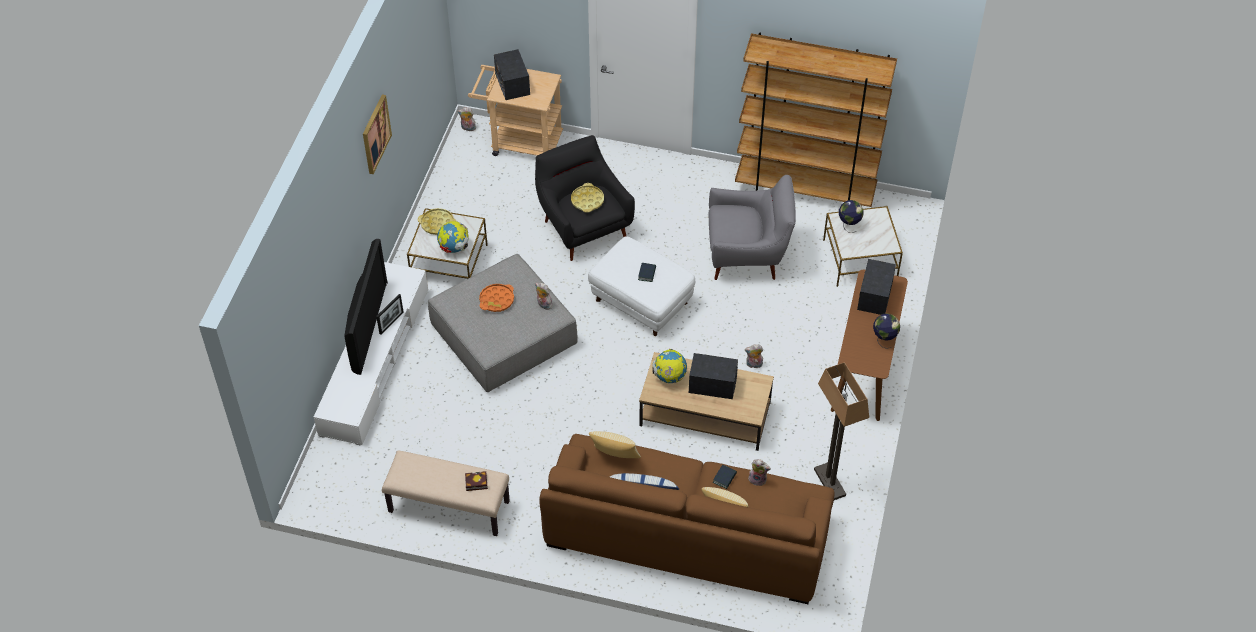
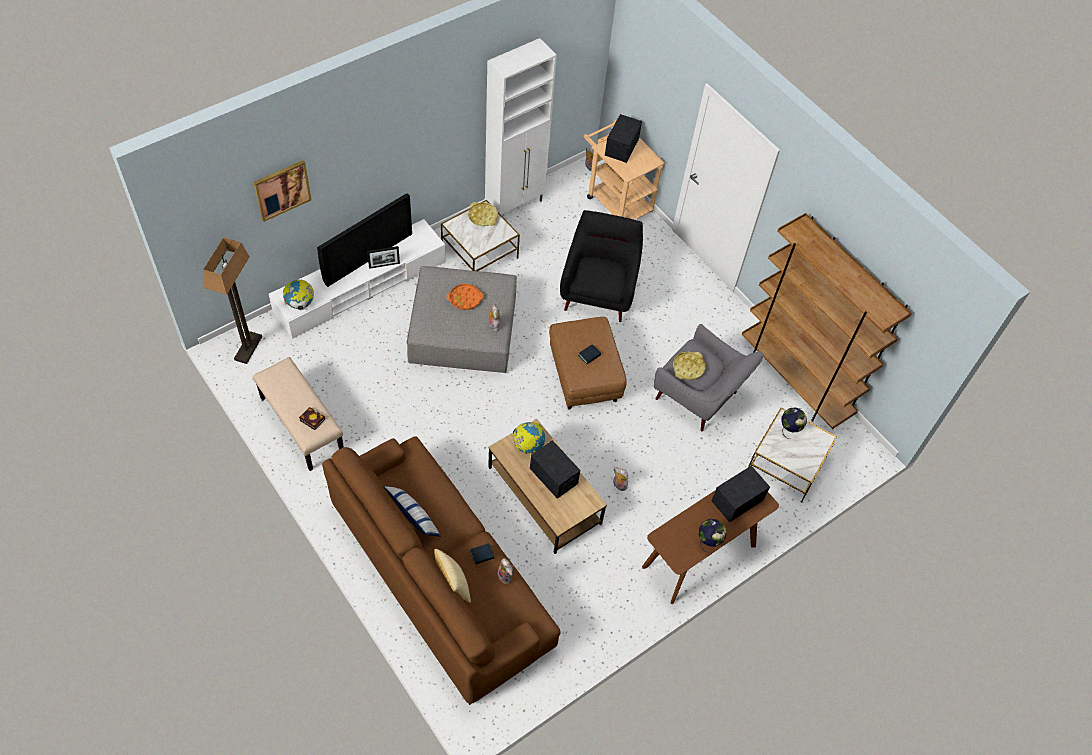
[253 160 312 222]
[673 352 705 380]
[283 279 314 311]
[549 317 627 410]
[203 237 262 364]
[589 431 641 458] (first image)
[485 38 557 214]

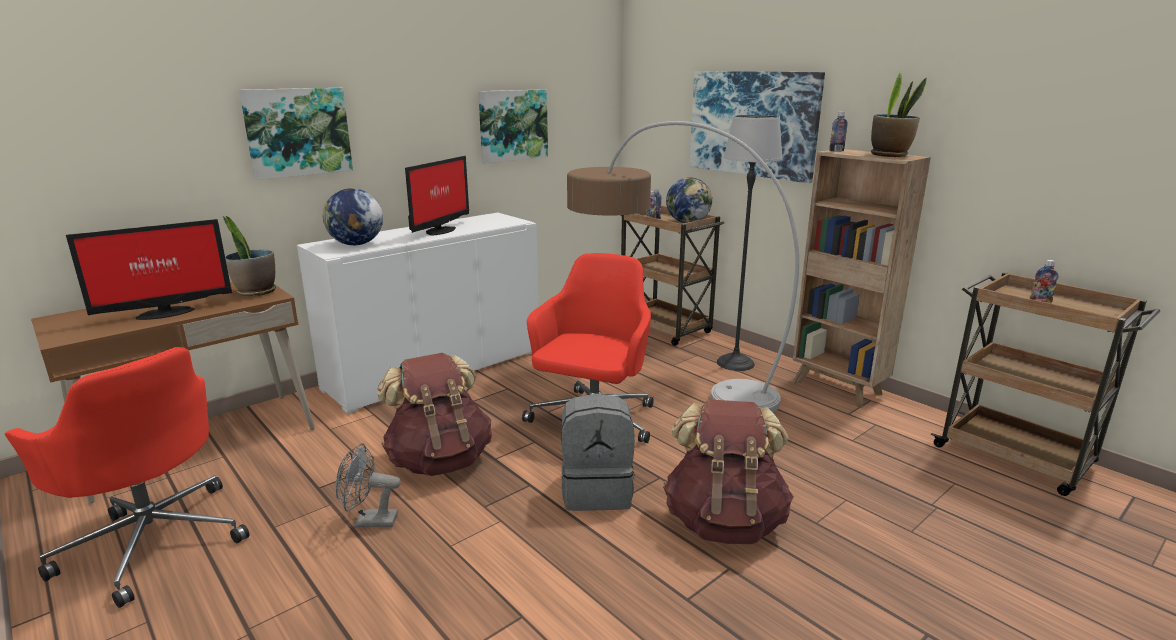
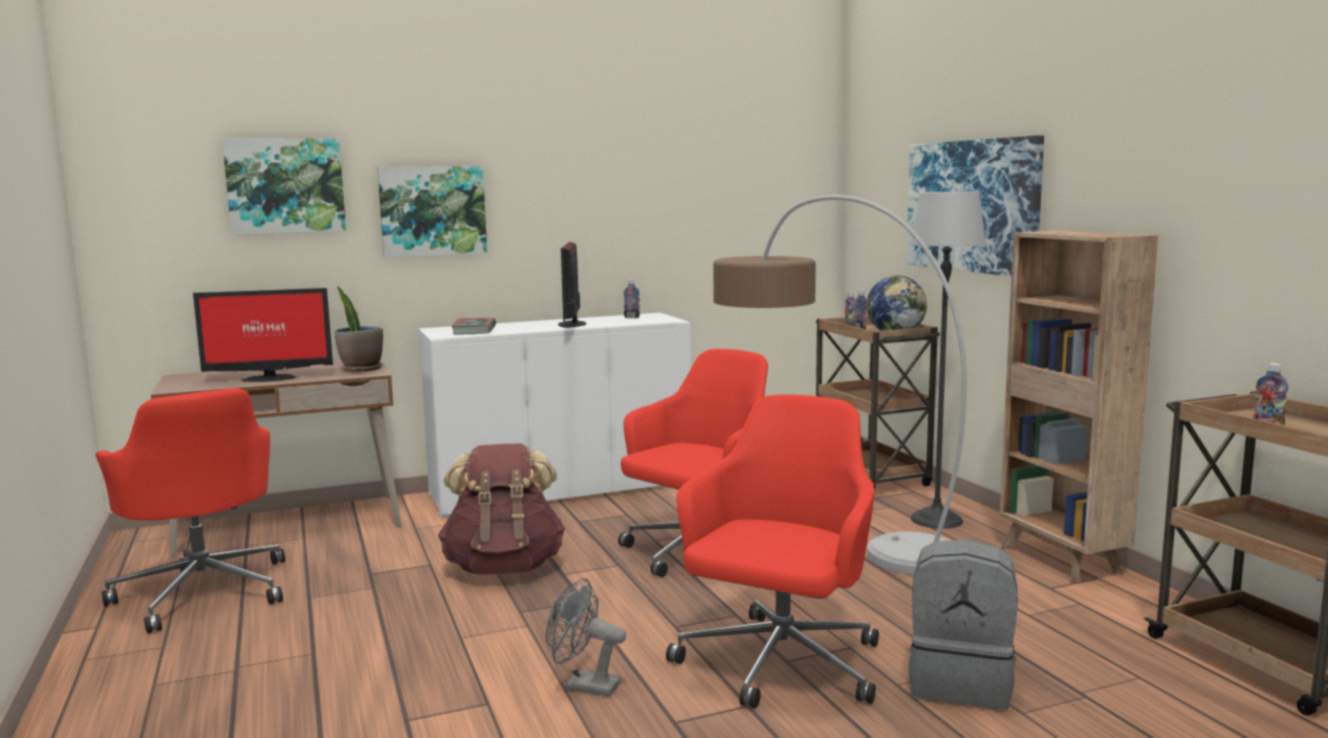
[871 72 927 157] (first image)
[222 138 346 235]
[623 280 640 318]
[558 242 587 328]
[451 318 496 334]
[908 540 1018 709]
[666 394 879 708]
[546 578 626 697]

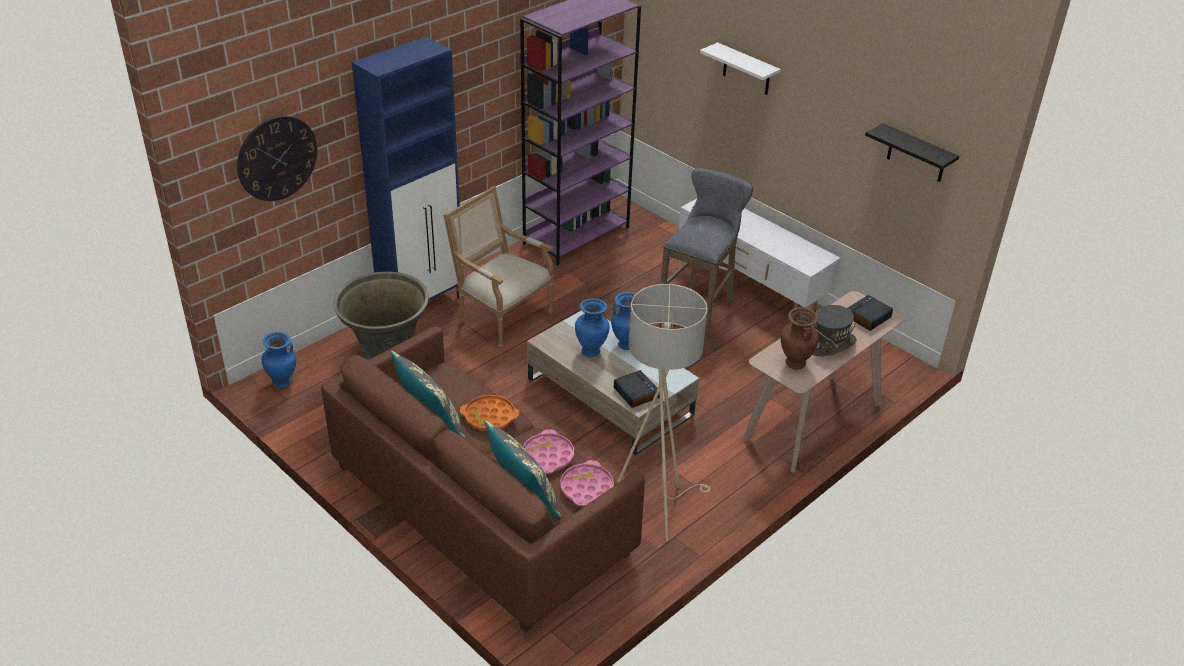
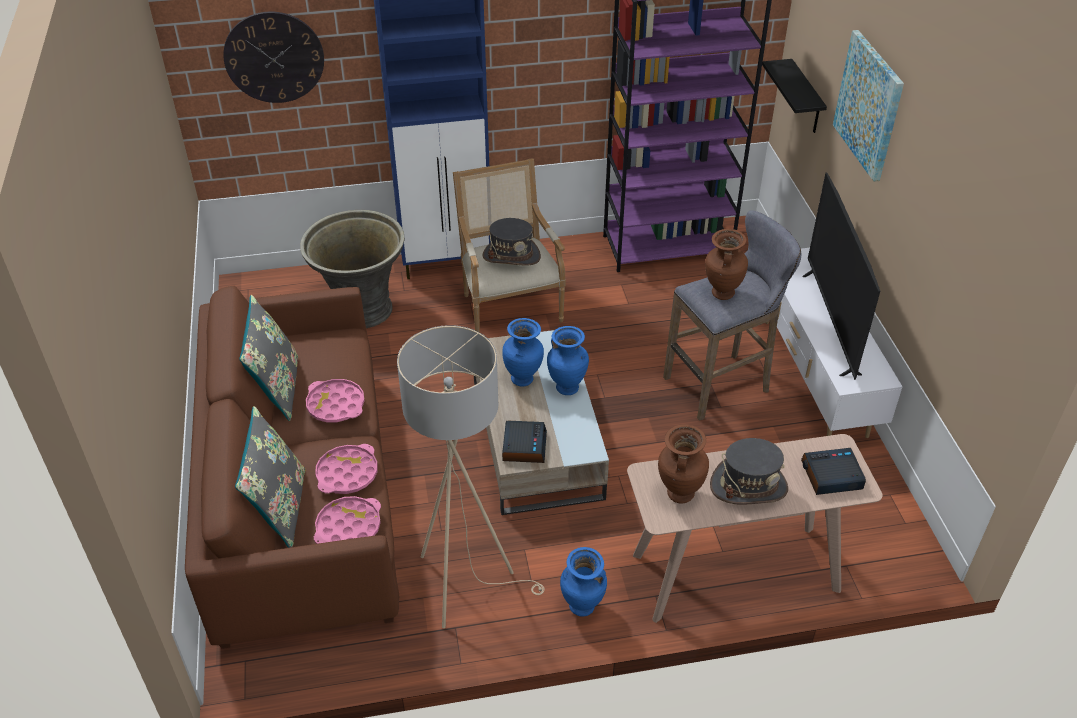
[833 30 904 182]
[762 59 827 133]
[560 547 607 617]
[306 379 364 422]
[802 173 880 380]
[482 218 541 266]
[705 229 748 300]

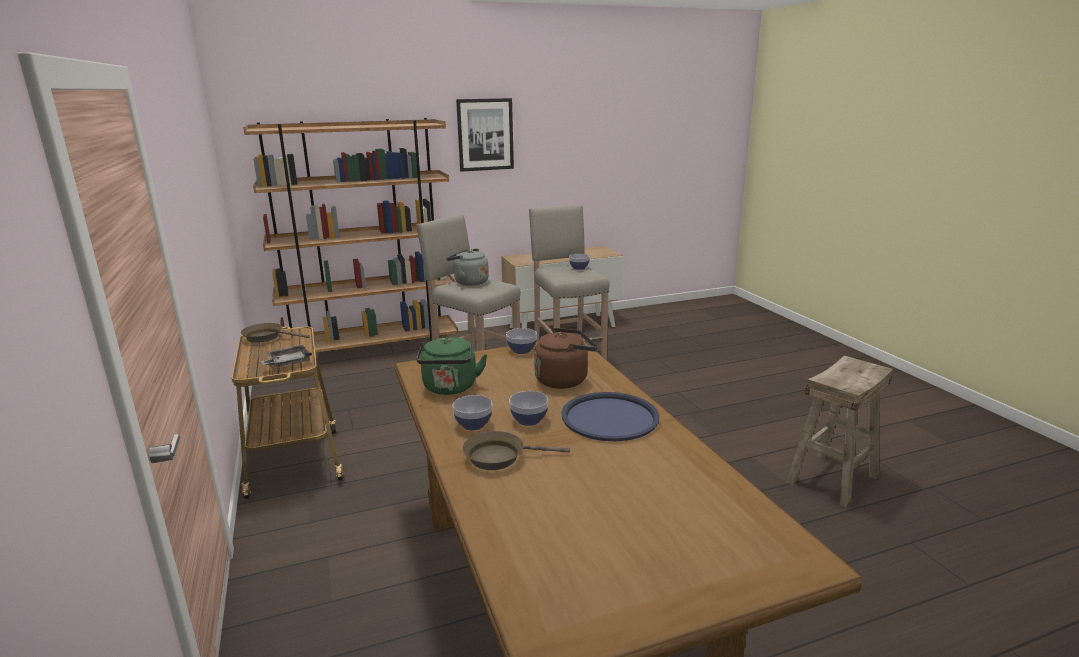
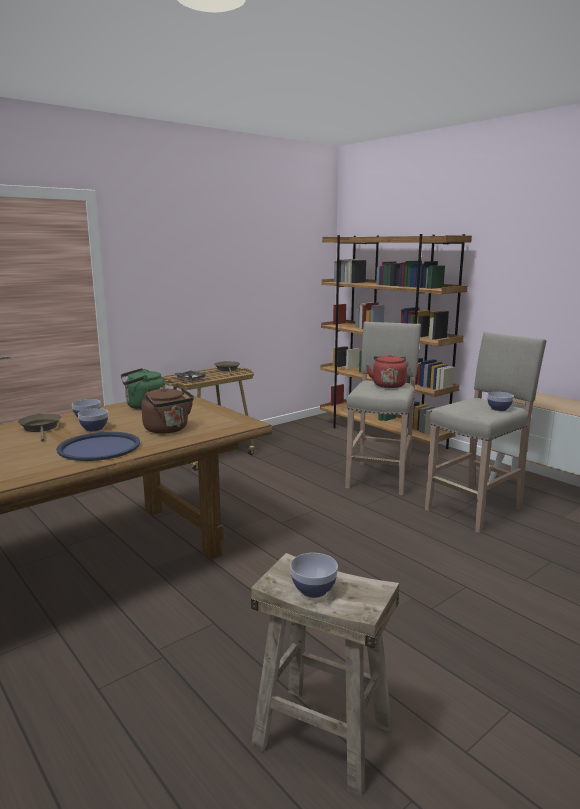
[456 98 514 172] (first image)
[366 354 407 388]
[290 553 338 598]

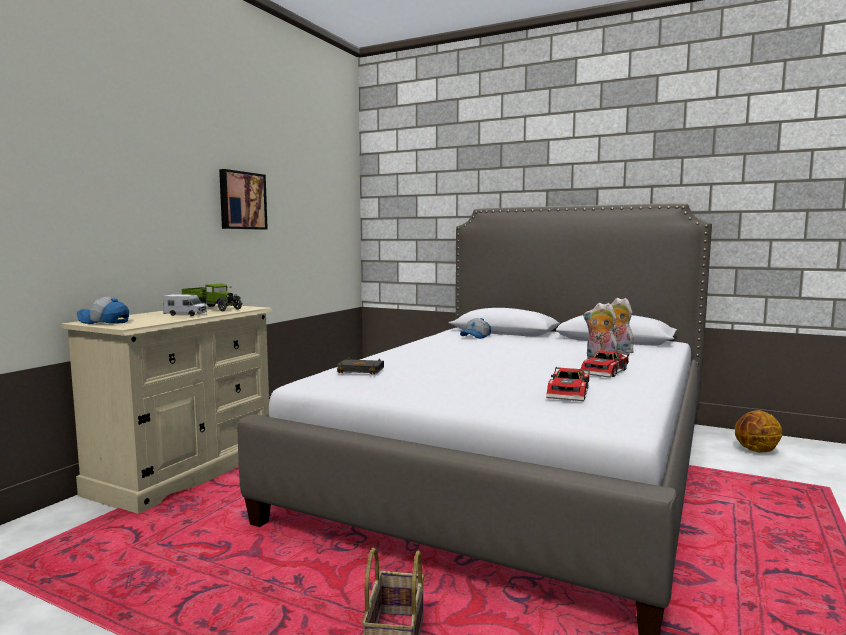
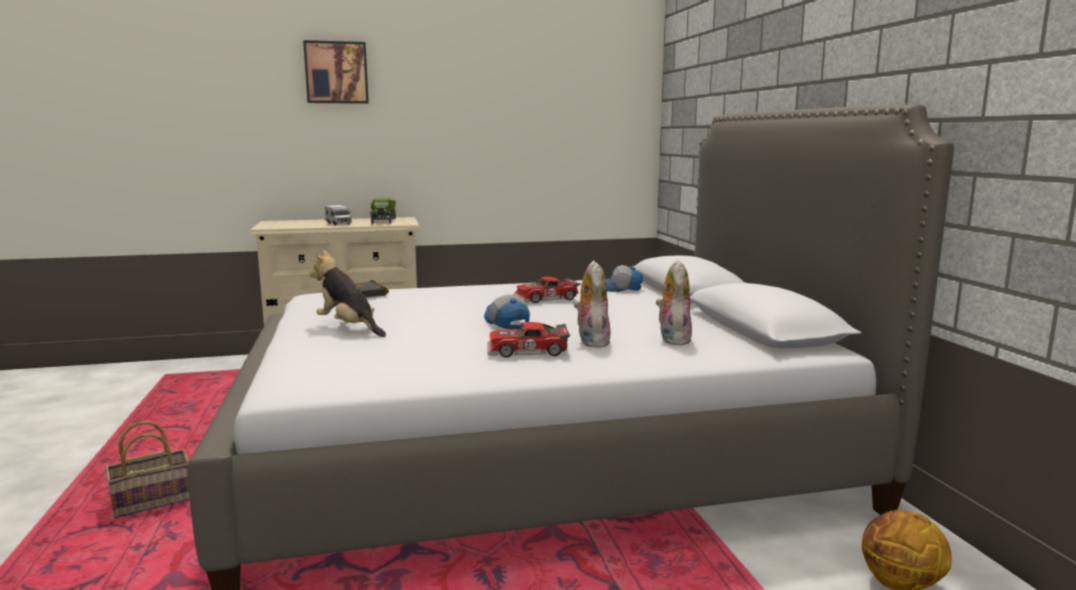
[303 40 369 104]
[484 295 530 329]
[513 277 581 303]
[309 250 386 337]

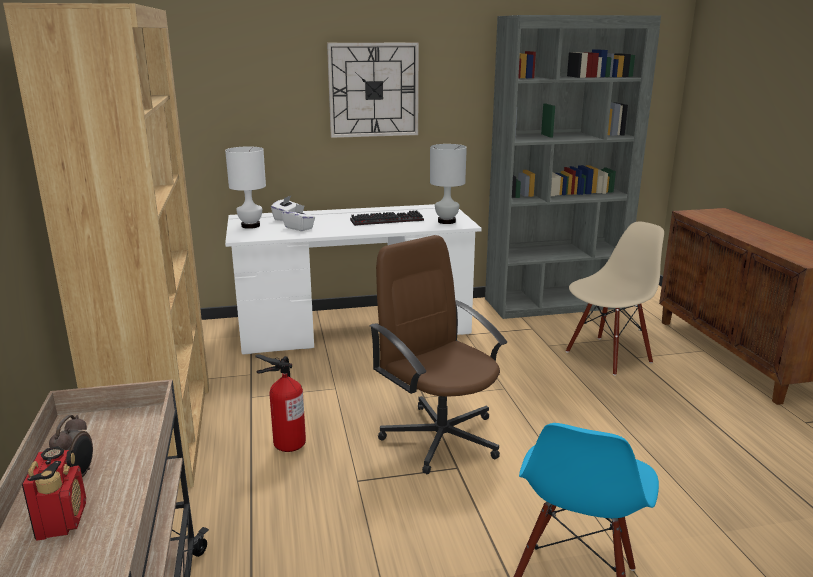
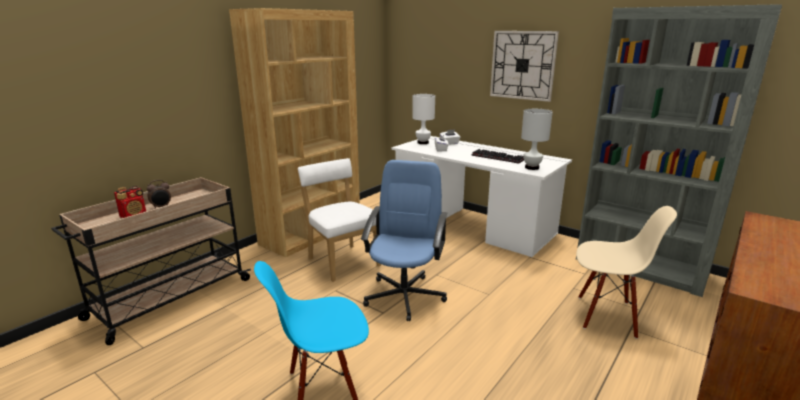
[361 160 448 321]
[297 158 381 282]

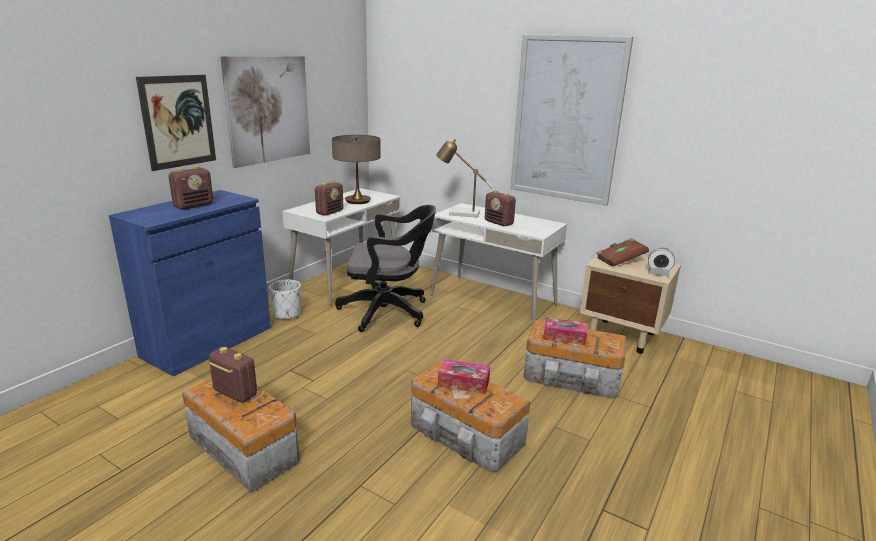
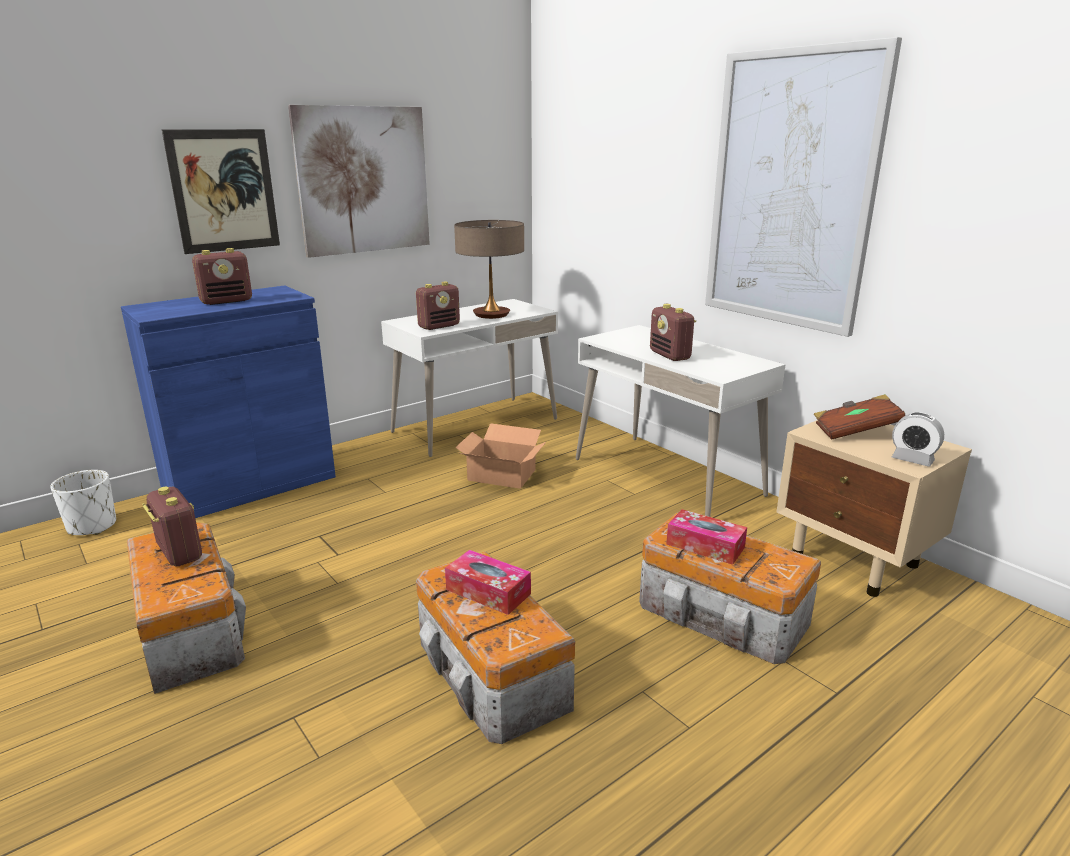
[436 139 493 218] (first image)
[455 423 546 489]
[50 470 116 535]

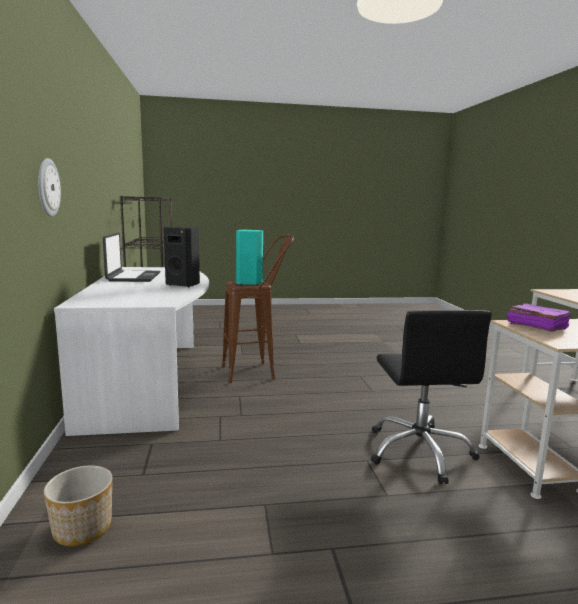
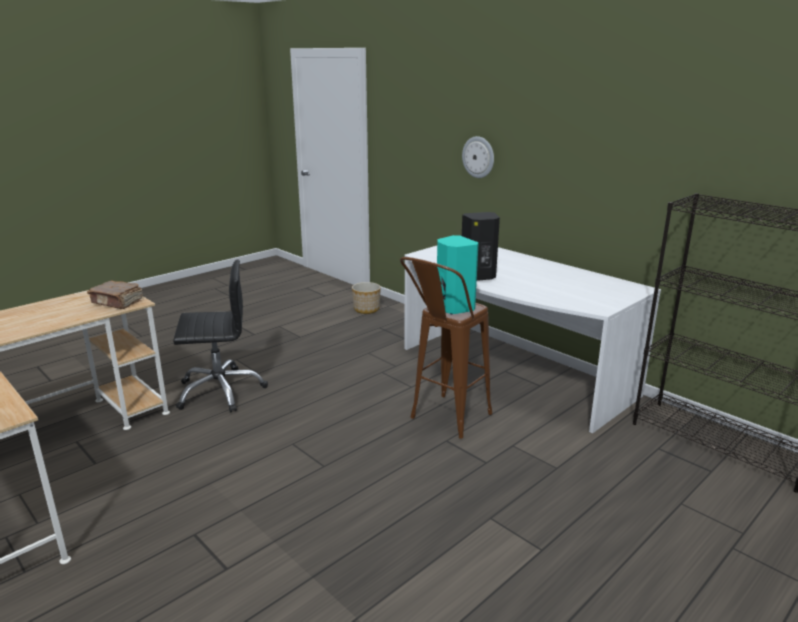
[103 232 160 282] (first image)
[87 281 143 309]
[173 259 268 413]

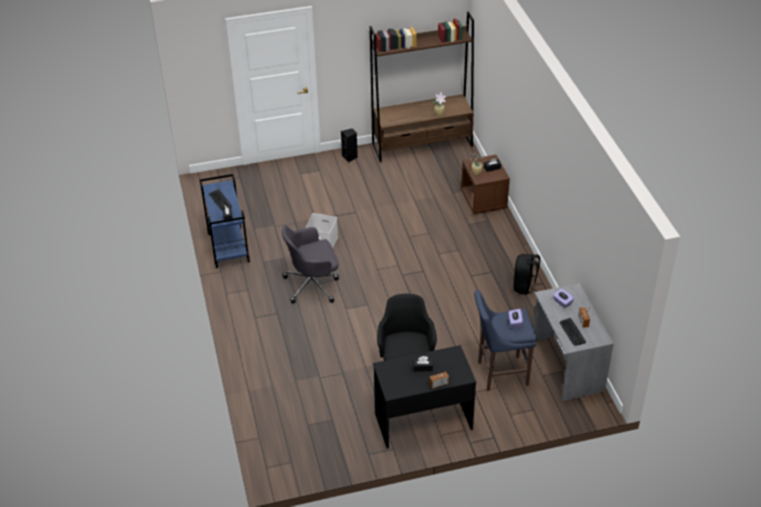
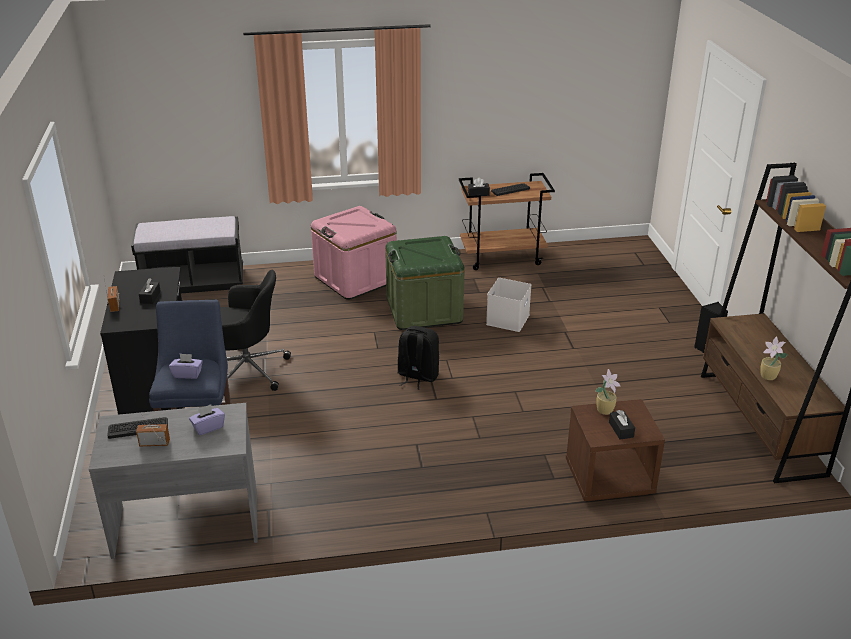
[459 173 555 270]
[385 236 465 330]
[397 326 439 390]
[311 206 397 300]
[131 216 243 293]

